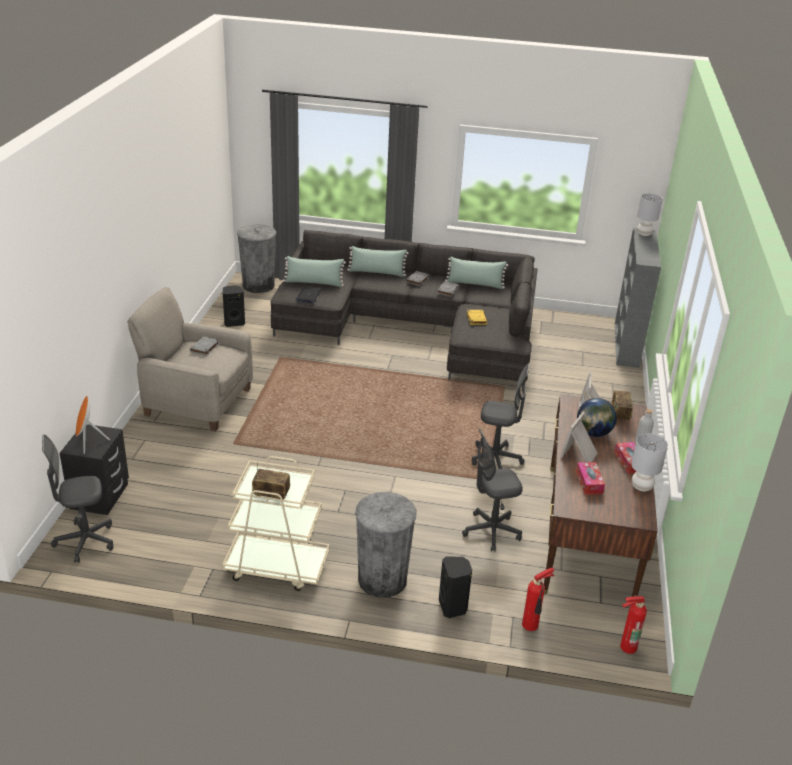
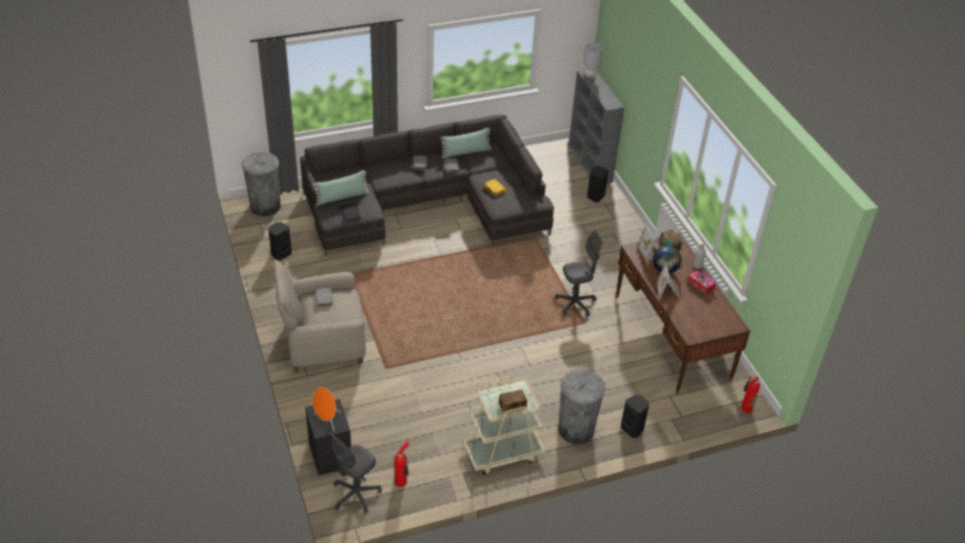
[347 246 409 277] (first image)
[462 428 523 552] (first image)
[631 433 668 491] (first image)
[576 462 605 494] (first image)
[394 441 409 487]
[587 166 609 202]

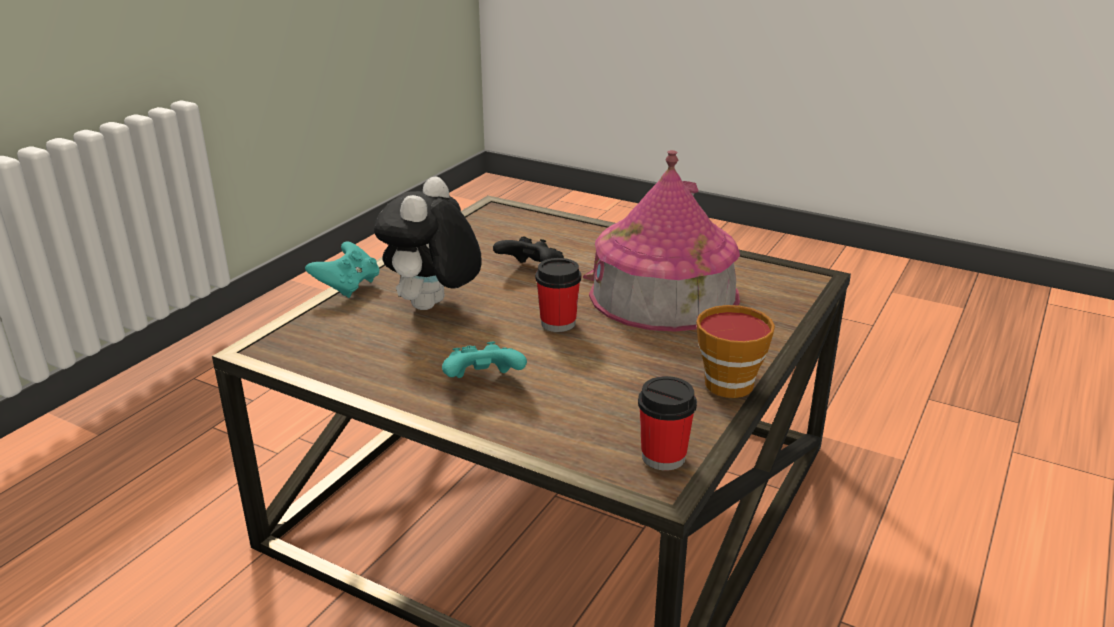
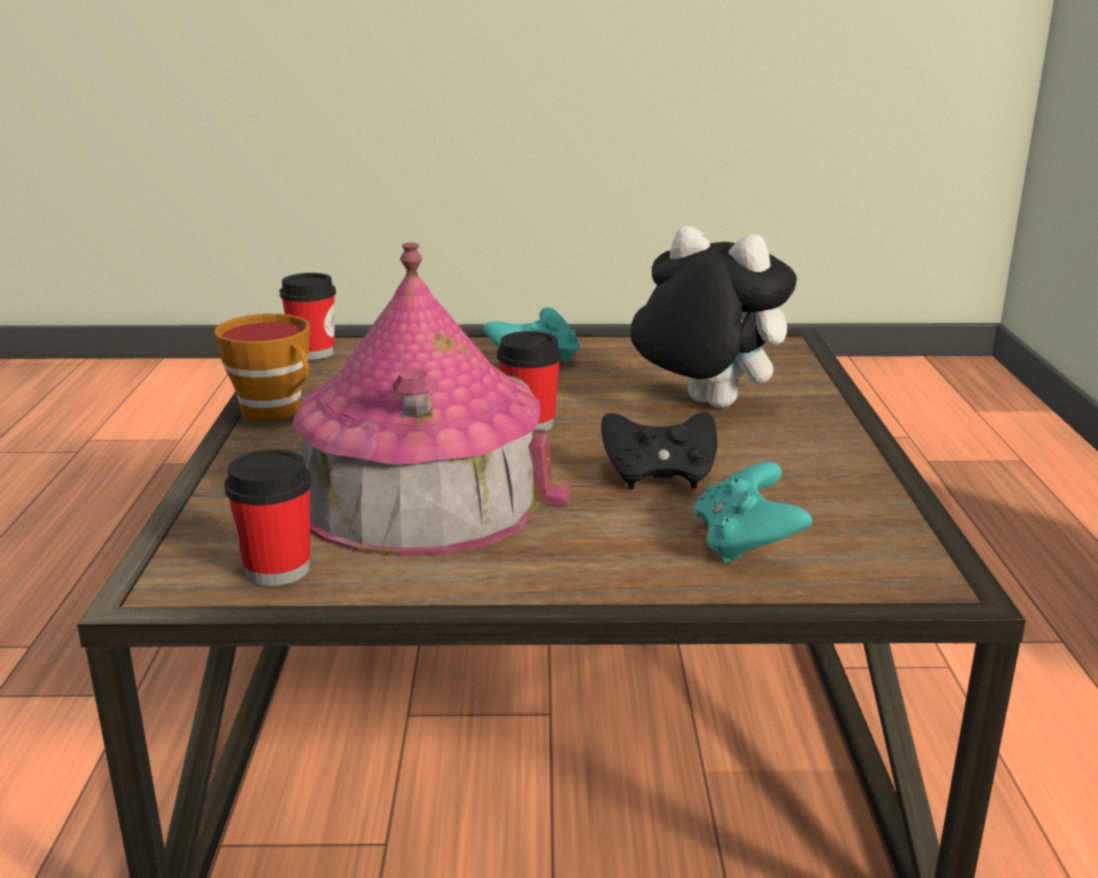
[630 226 797 408]
[694 462 813 563]
[224 449 312 586]

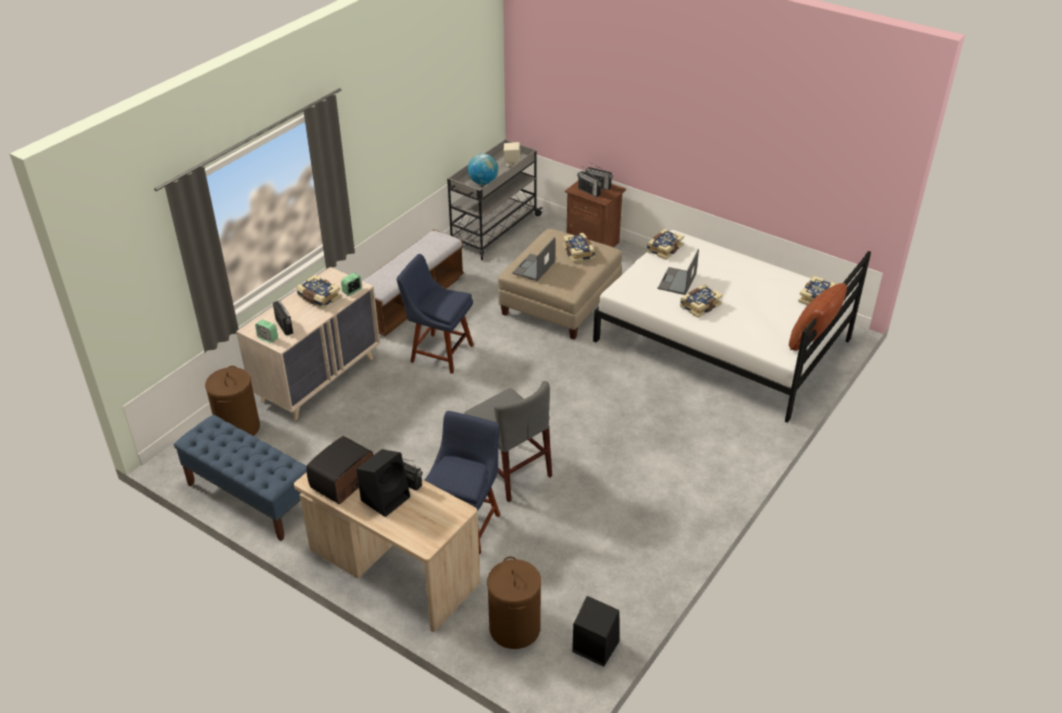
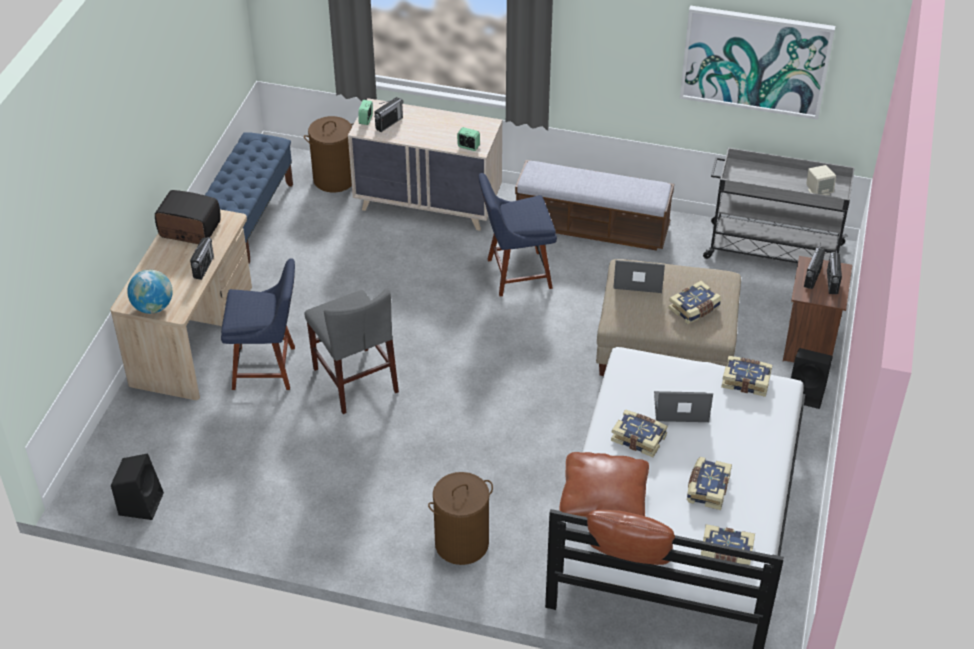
[127 270 173 314]
[479 173 557 296]
[687 457 732 510]
[304 289 399 414]
[791 348 833 409]
[428 472 493 565]
[680 6 835 120]
[559 452 649 517]

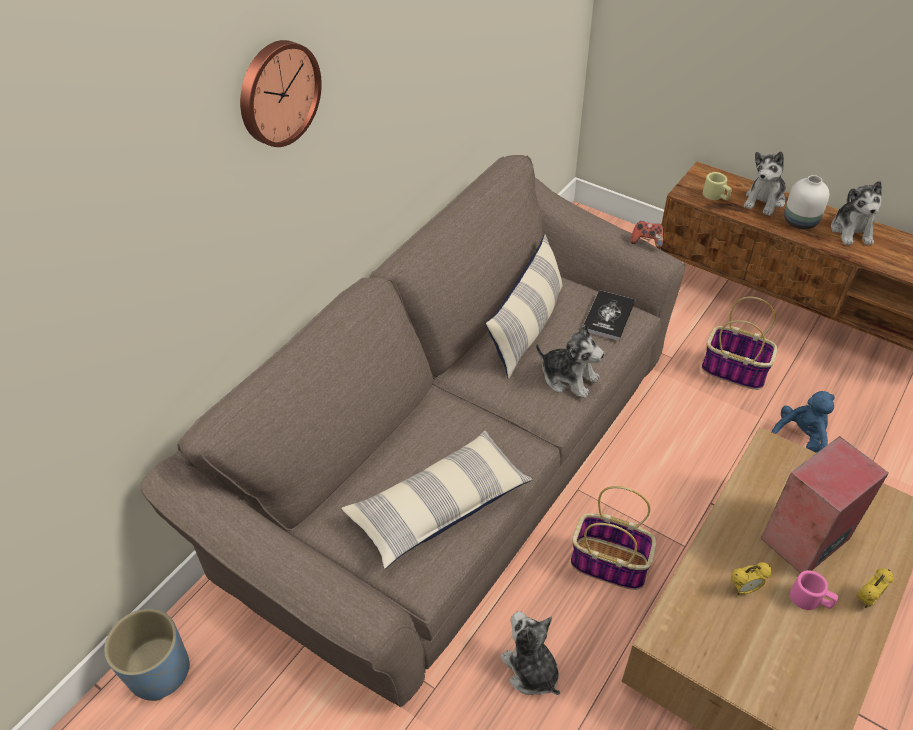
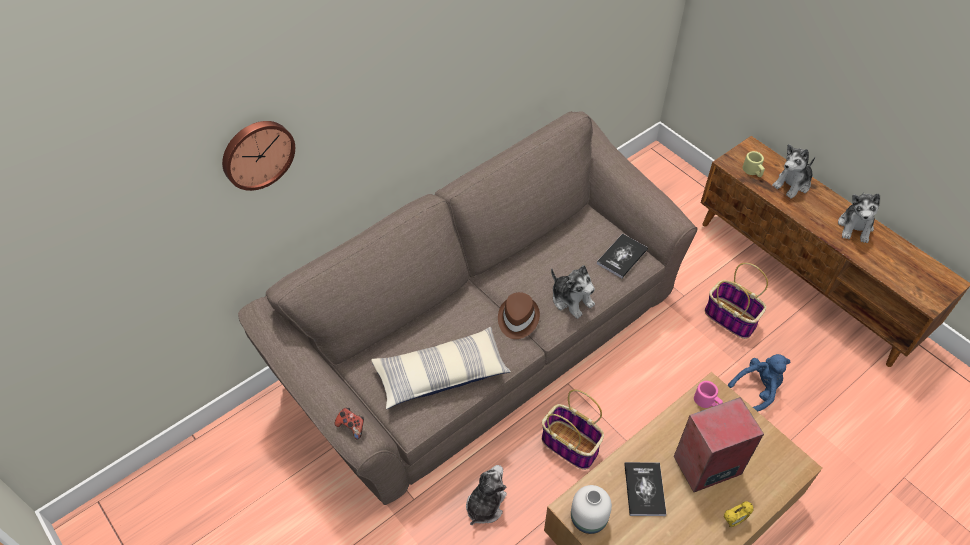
[222 121 295 191]
[571 485 612 534]
[335 408 364 440]
[486 234 563 379] (first image)
[624 462 666 516]
[694 381 723 408]
[104 609 190 701] (first image)
[466 465 507 525]
[498 292 540 339]

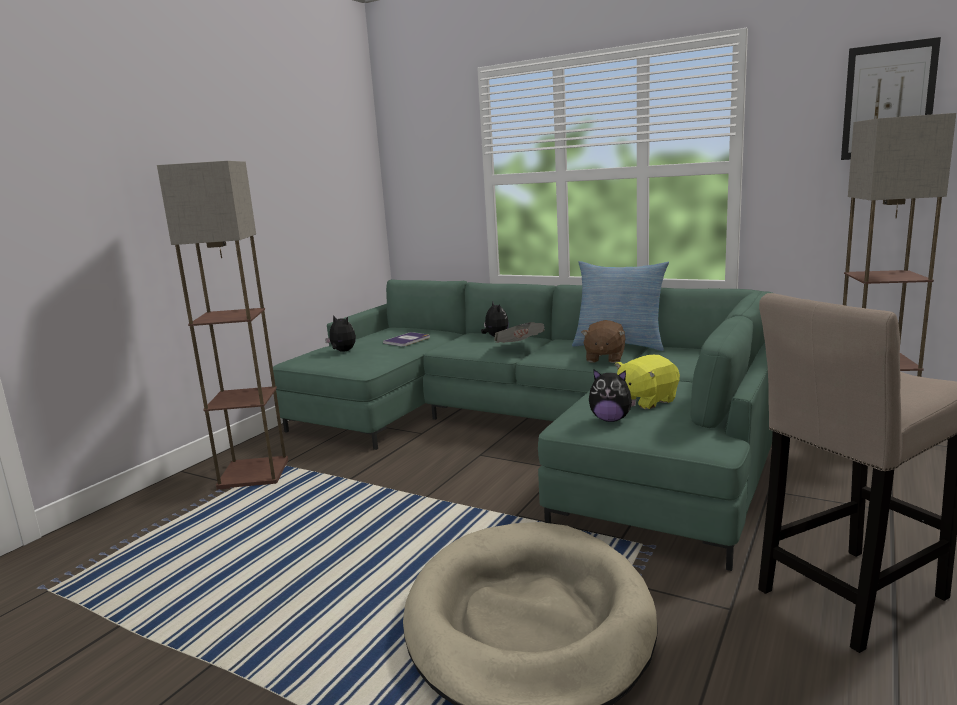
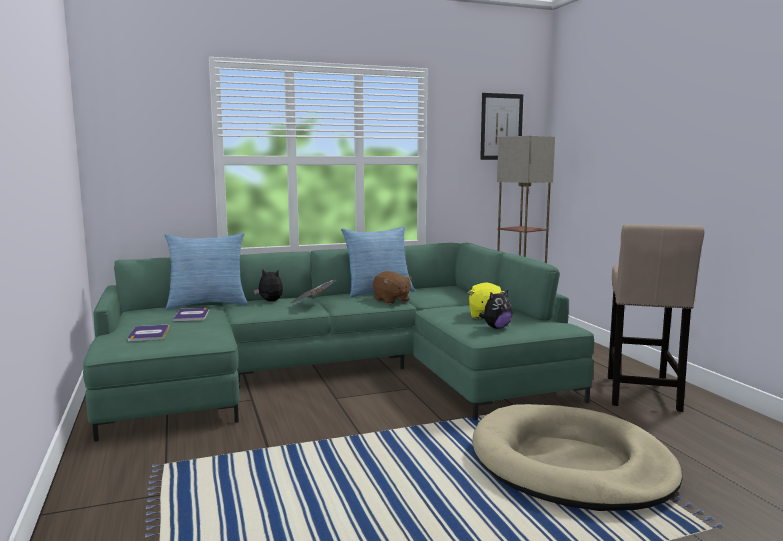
[157 161 288 490] (first image)
[128 324 170 342]
[164 233 248 310]

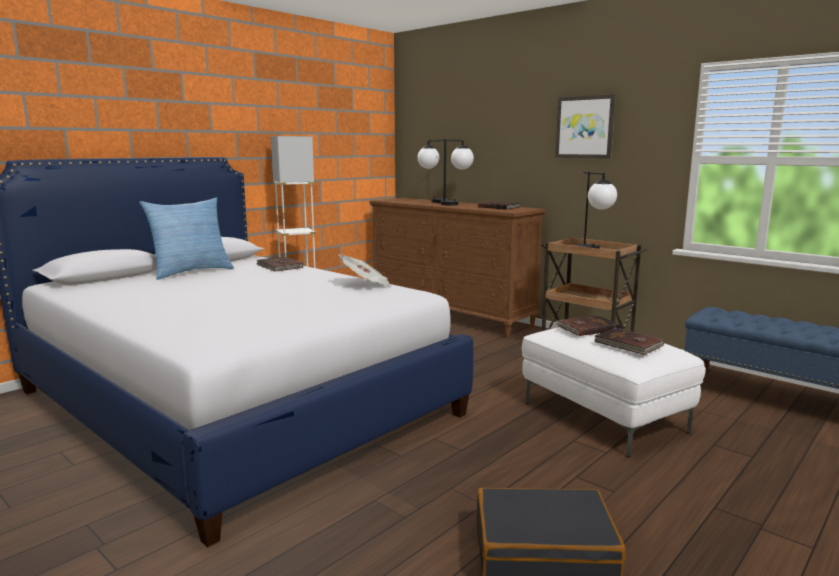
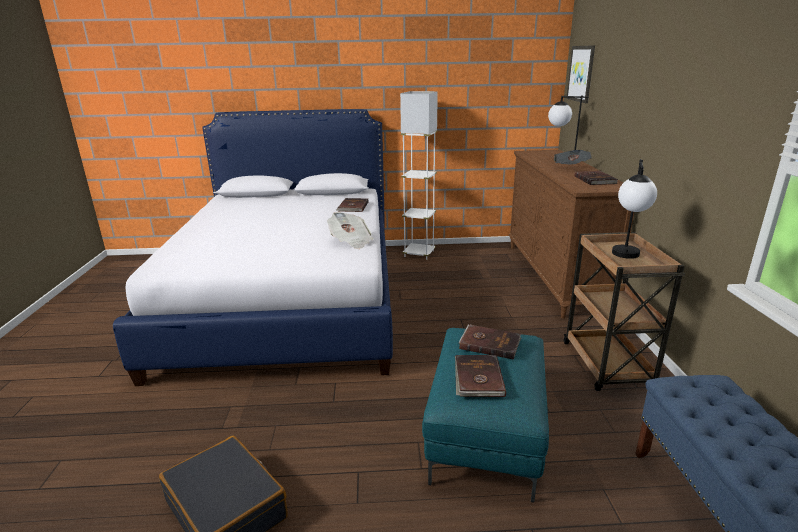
[566 45 595 103]
[554 150 592 164]
[139 197 234 280] (first image)
[422 328 549 503]

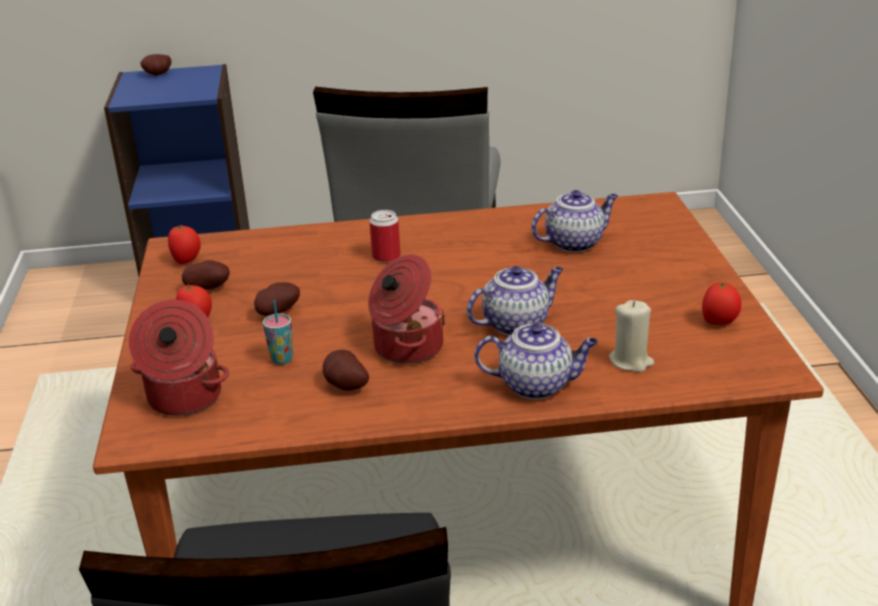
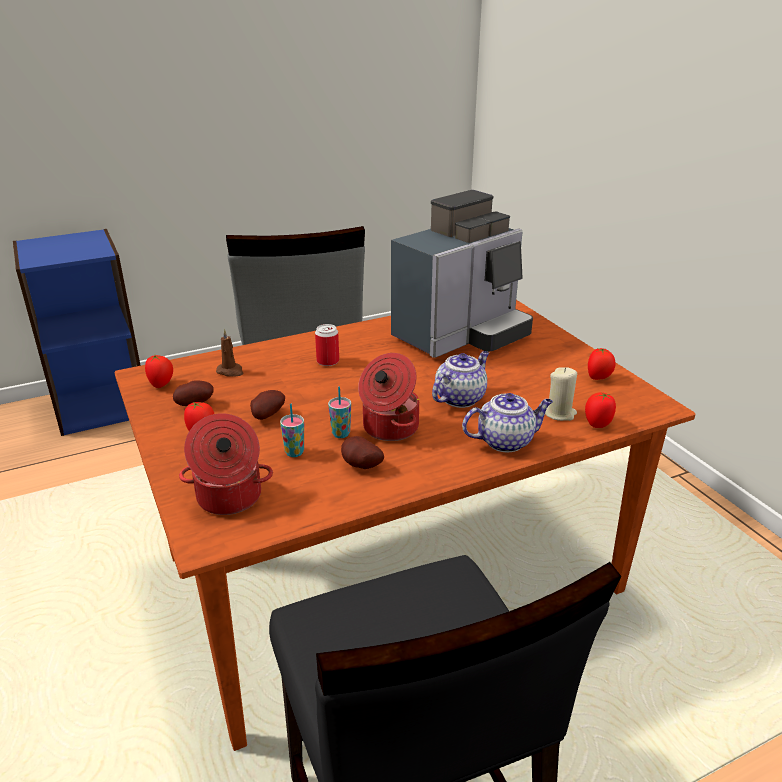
[140 54 171 75] (first image)
[391 190 533 358]
[216 329 244 377]
[328 386 351 438]
[585 392 616 428]

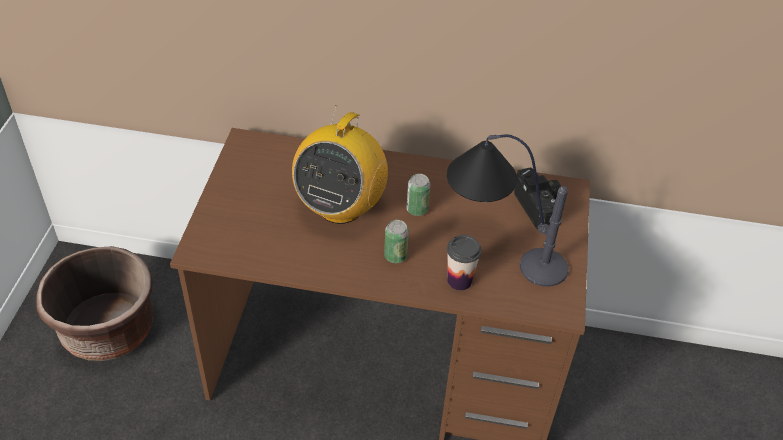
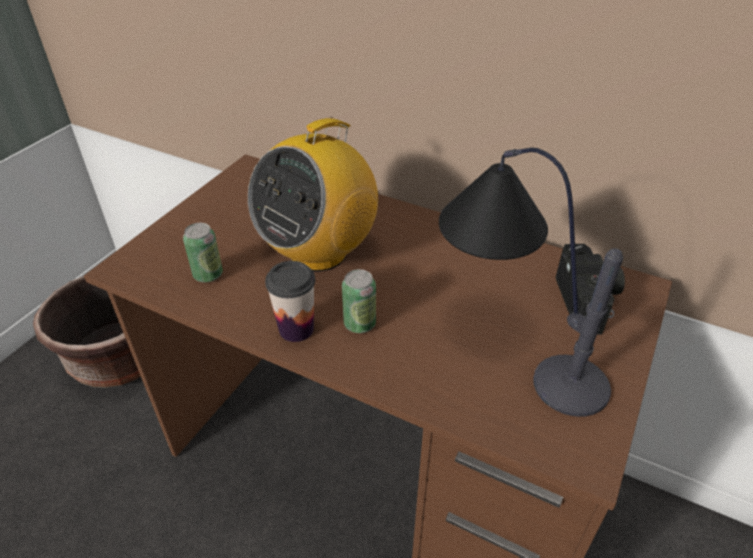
[183 223 223 282]
[265 261 315 342]

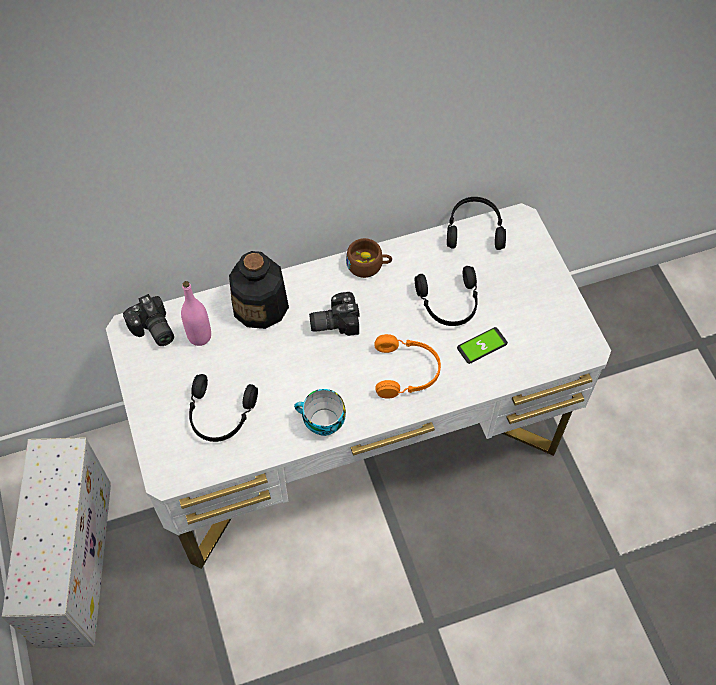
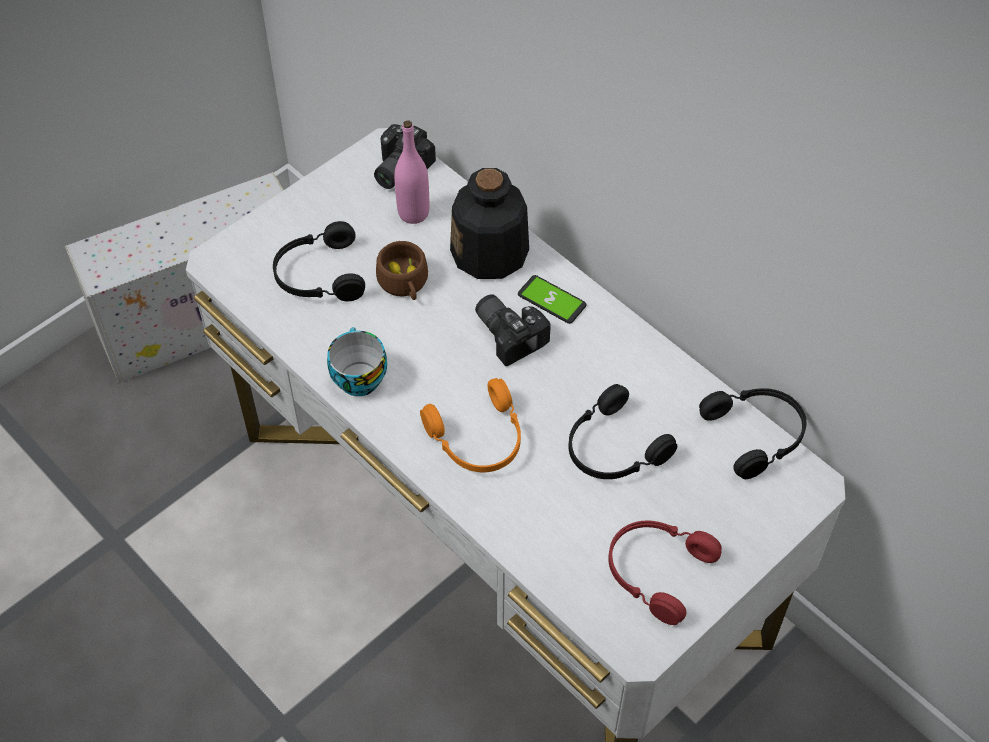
[376 241 428 300]
[518 275 587 324]
[608 521 722 625]

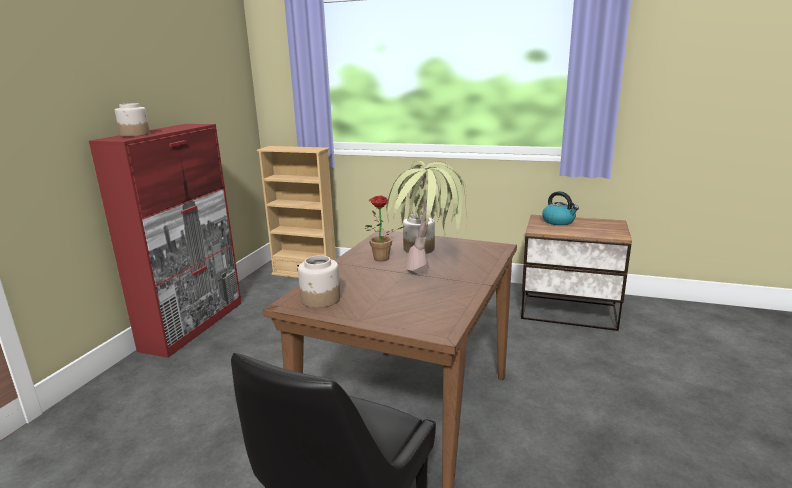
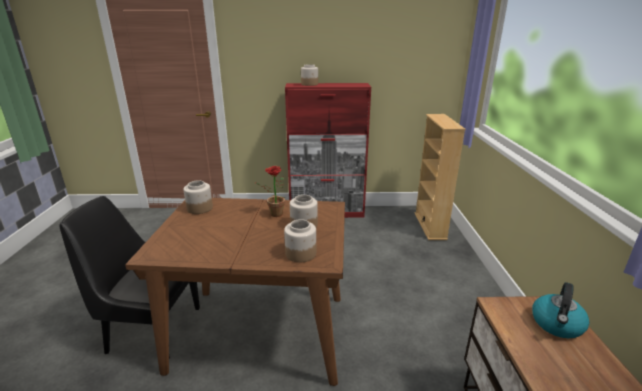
[386 161 467 275] (first image)
[284 219 316 263]

